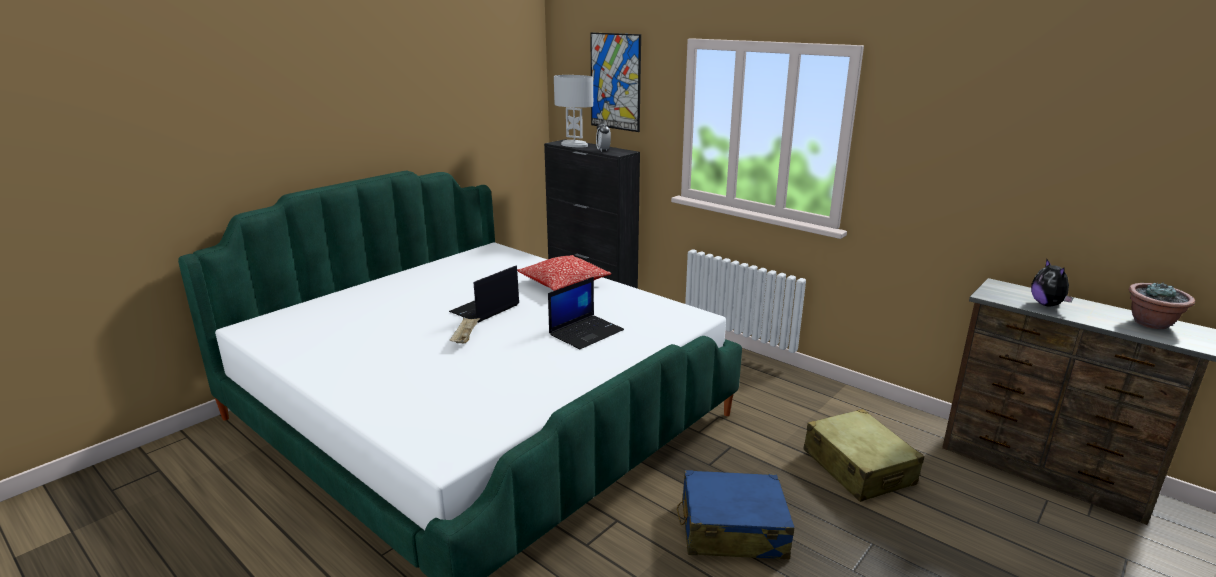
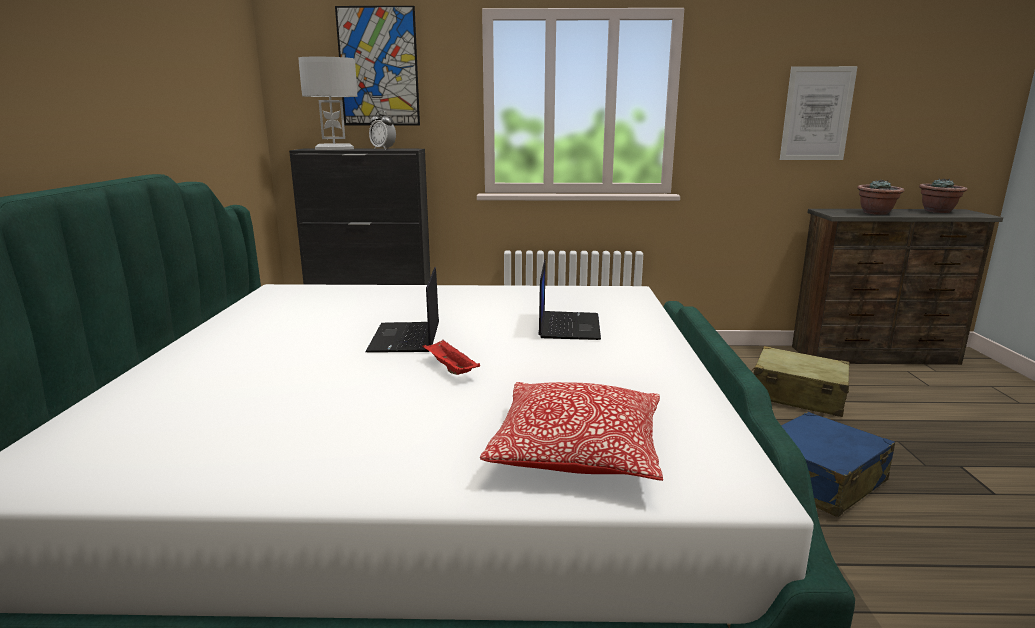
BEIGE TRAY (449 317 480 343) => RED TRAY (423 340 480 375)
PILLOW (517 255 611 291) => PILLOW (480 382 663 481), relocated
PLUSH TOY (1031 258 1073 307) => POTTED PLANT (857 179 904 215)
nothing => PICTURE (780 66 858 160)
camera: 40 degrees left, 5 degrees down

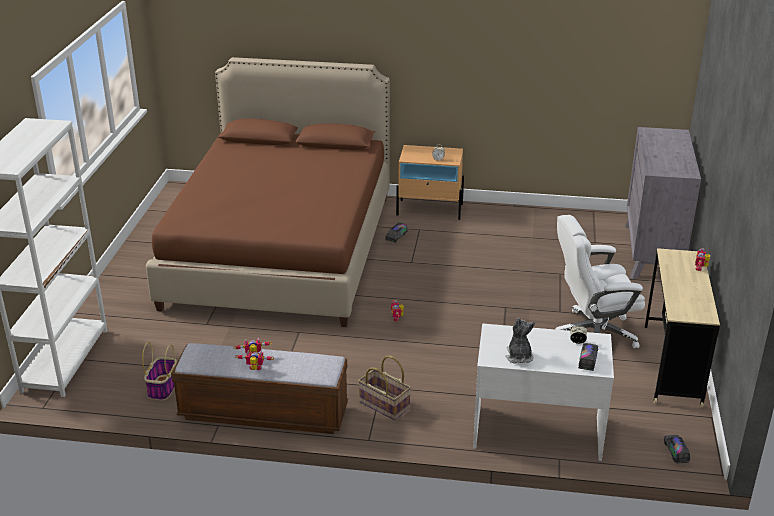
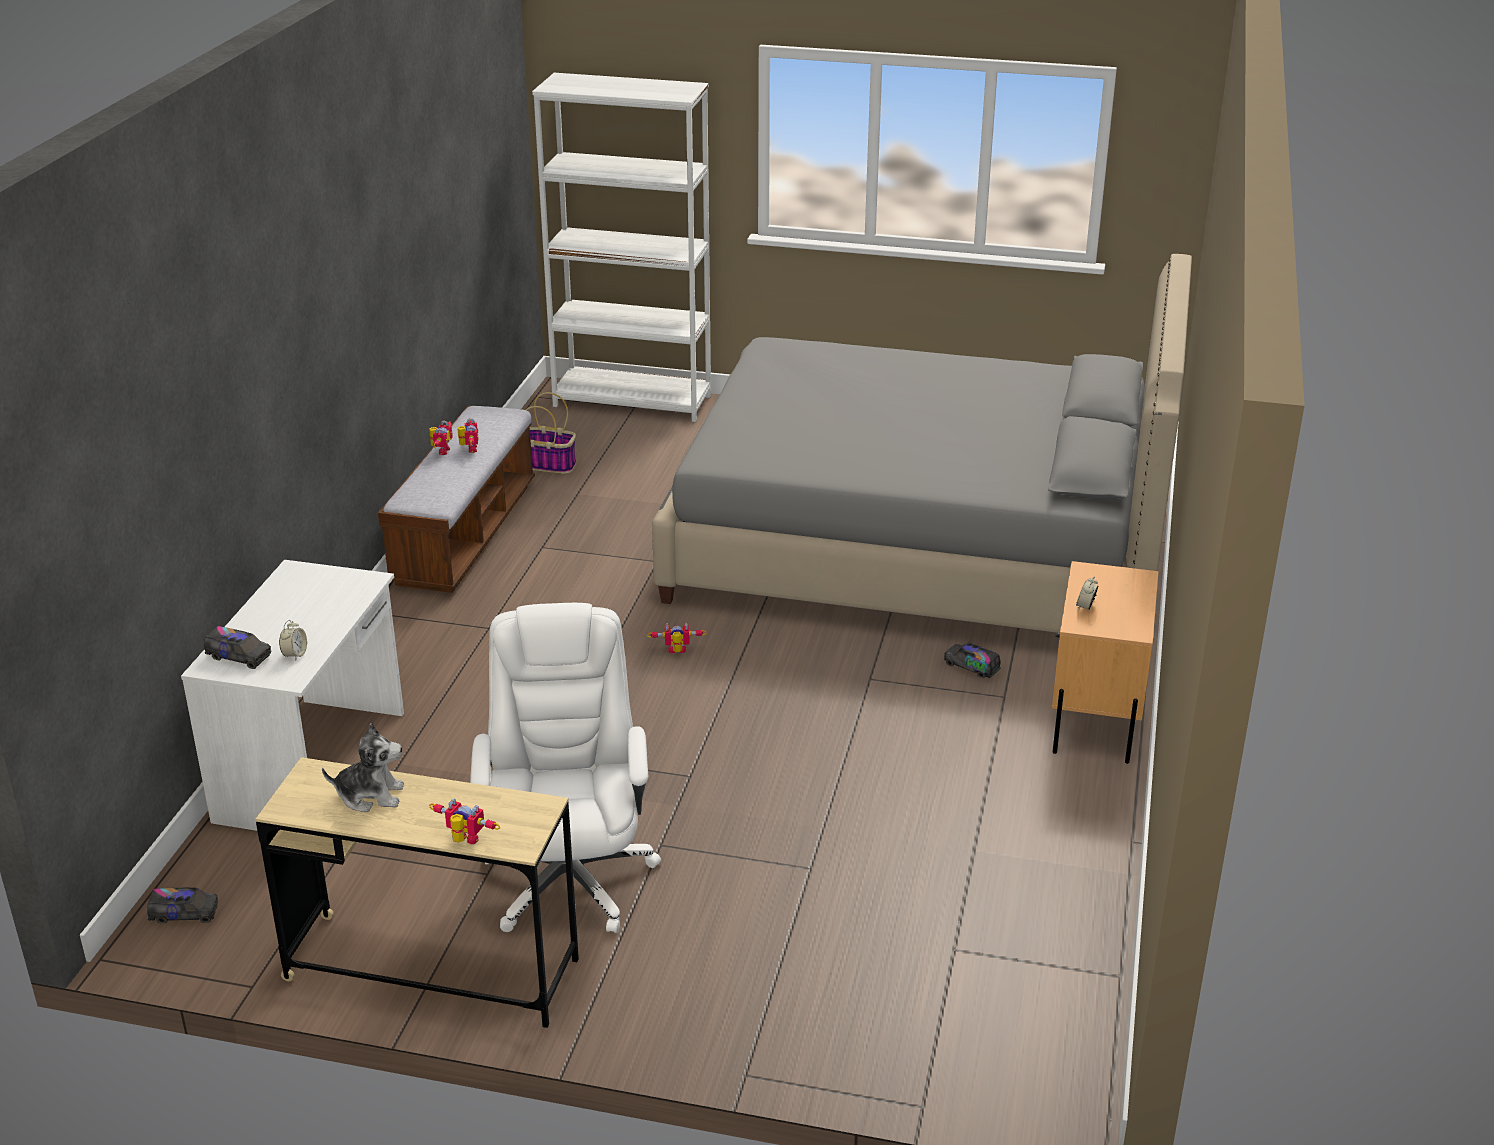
BROWN BED (146 57 390 327) => GREY BED (652 254 1192 633)
BASKET (358 355 411 421) => nothing
PLUSH TOY (505 318 535 363) => PLUSH TOY (322 723 404 812), relocated
GREY DRESSER (625 127 701 279) => nothing
camera: 95 degrees right, 0 degrees up

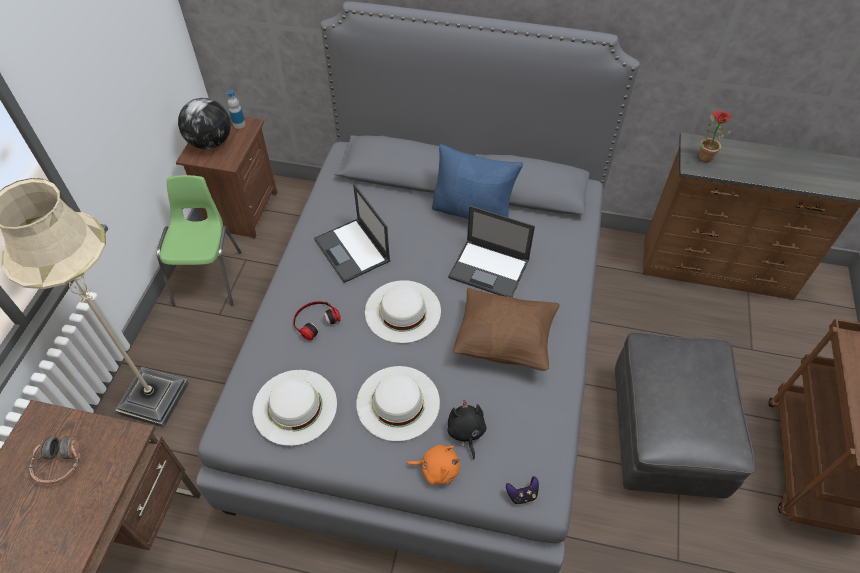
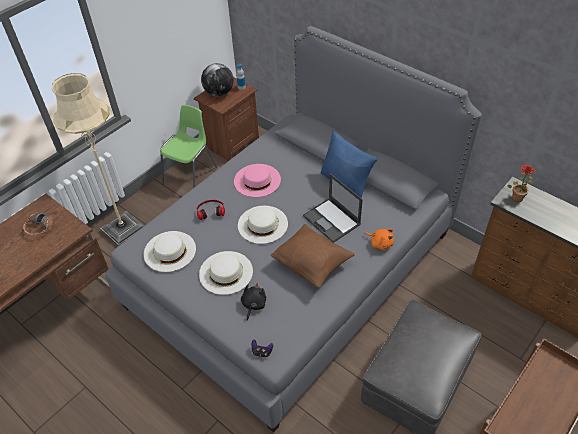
LAPTOP (314 184 390 283) => PINK HAT (234 164 281 197)
ORANGE PLUSH TOY (406 445 460 485) => ORANGE PLUSH TOY (365 229 394 250), relocated
camera: 30 degrees right, 5 degrees down

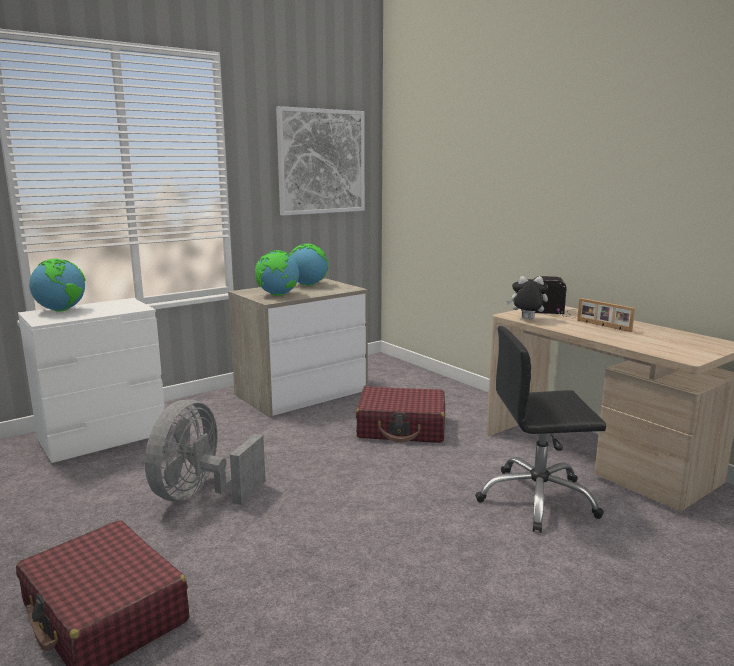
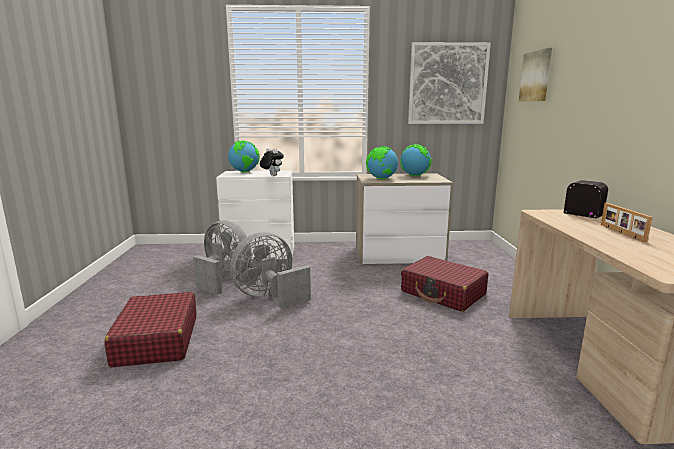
BLACK OFFICE CHAIR (475 326 606 533) => nothing
PLUSH TOY (506 276 548 320) => PLUSH TOY (260 148 284 176), relocated
nothing => GREY FAN (193 220 252 295)
nothing => PICTURE (519 48 552 102)
camera: 35 degrees right, 0 degrees up

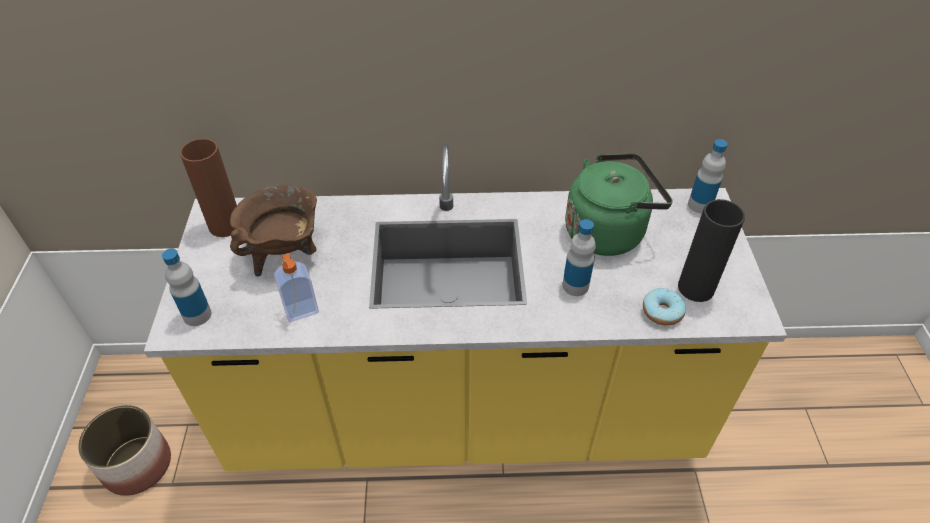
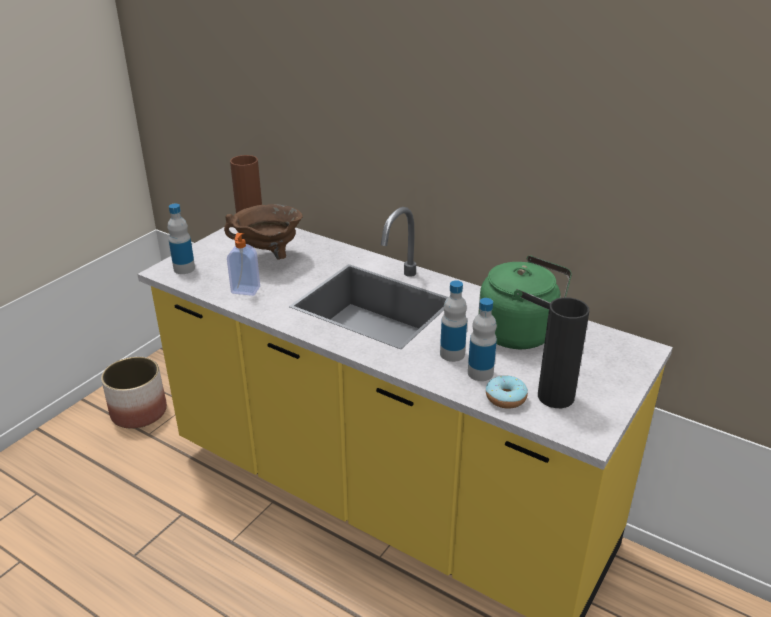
BOTTLE (688 139 728 213) => BOTTLE (468 298 497 381), relocated
camera: 35 degrees right, 15 degrees down

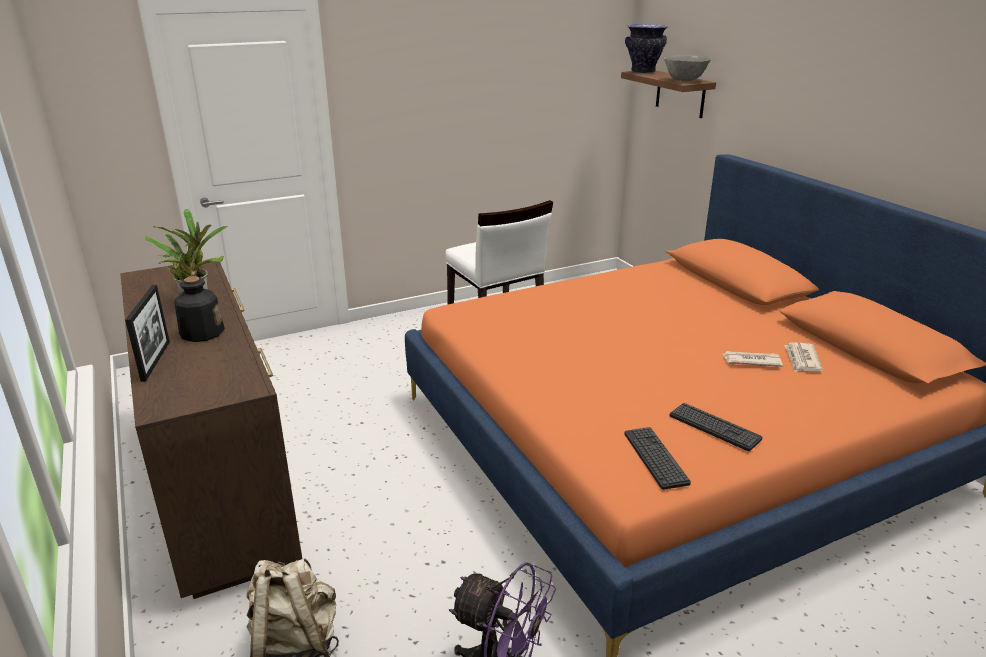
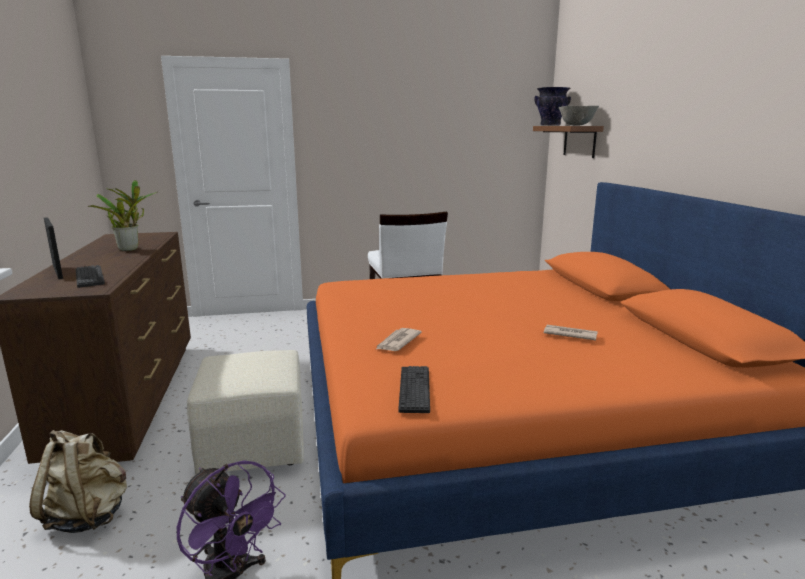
PICTURE FRAME (125 285 170 382) => PICTURE FRAME (44 217 63 279), 45 degrees counterclockwise
BOTTLE (174 276 225 342) => nothing
KEYBOARD (670 403 763 451) => KEYBOARD (76 265 105 288), relocated
NEWSPAPER (784 343 823 372) => NEWSPAPER (375 328 422 351), relocated
nothing => BEIGE OTTOMAN (187 350 304 474)
camera: 15 degrees right, 10 degrees down

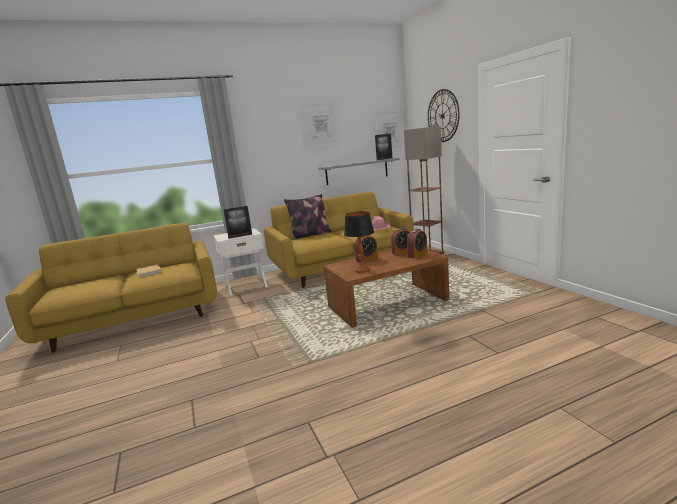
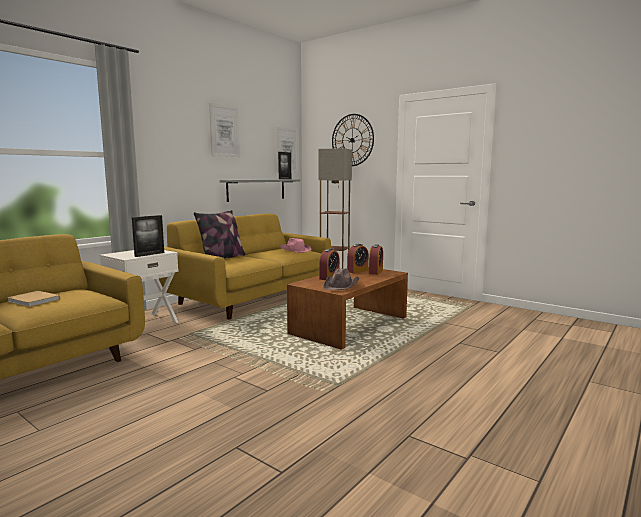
TABLE LAMP (344 211 374 273) => BROWN HAT (323 269 359 290)
camera: 30 degrees left, 5 degrees down

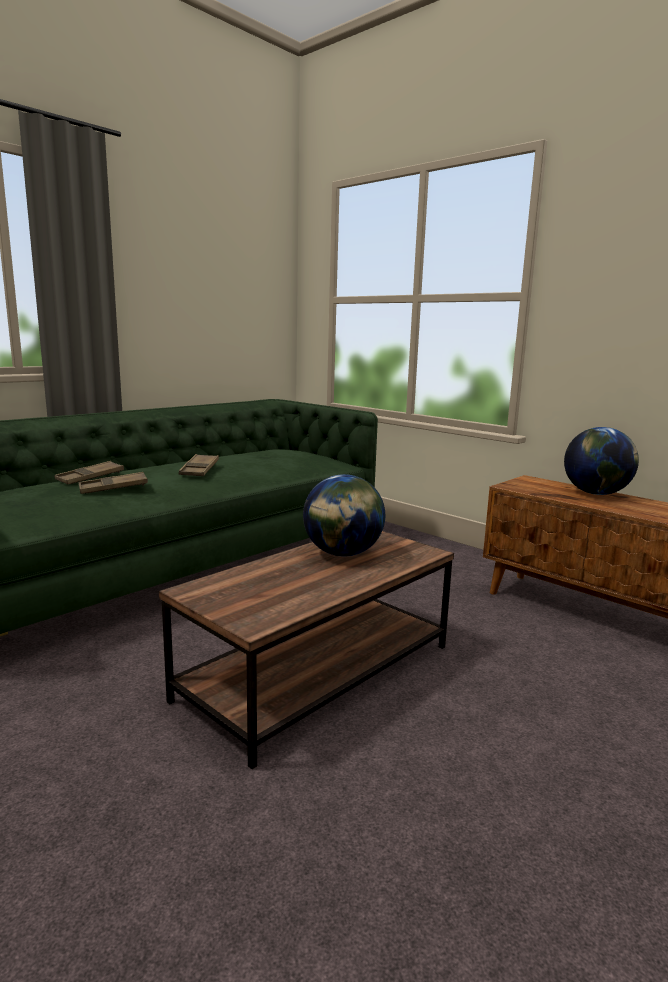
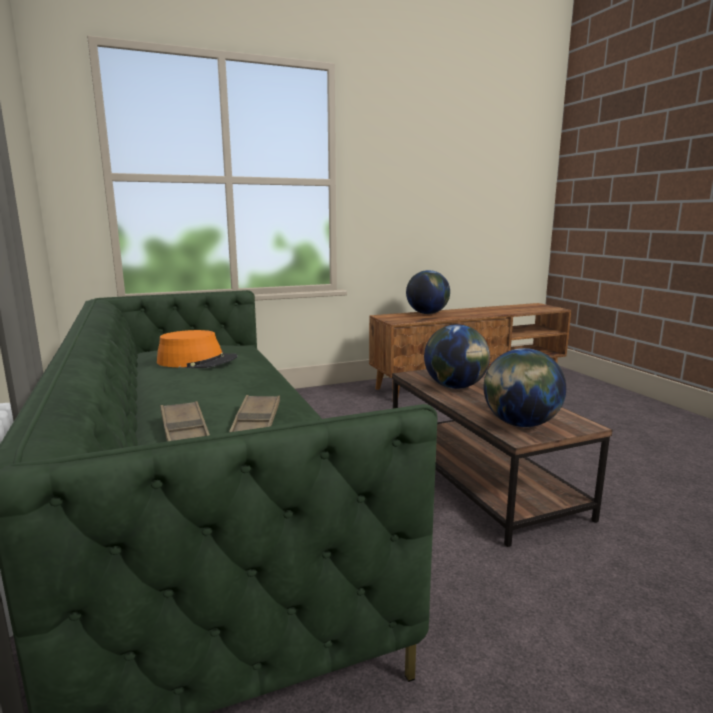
BROWN TRAY (179 454 219 476) => nothing
nothing => ORANGE HAT (157 330 238 368)
nothing => GLOBE (483 348 566 427)
camera: 65 degrees left, 0 degrees up

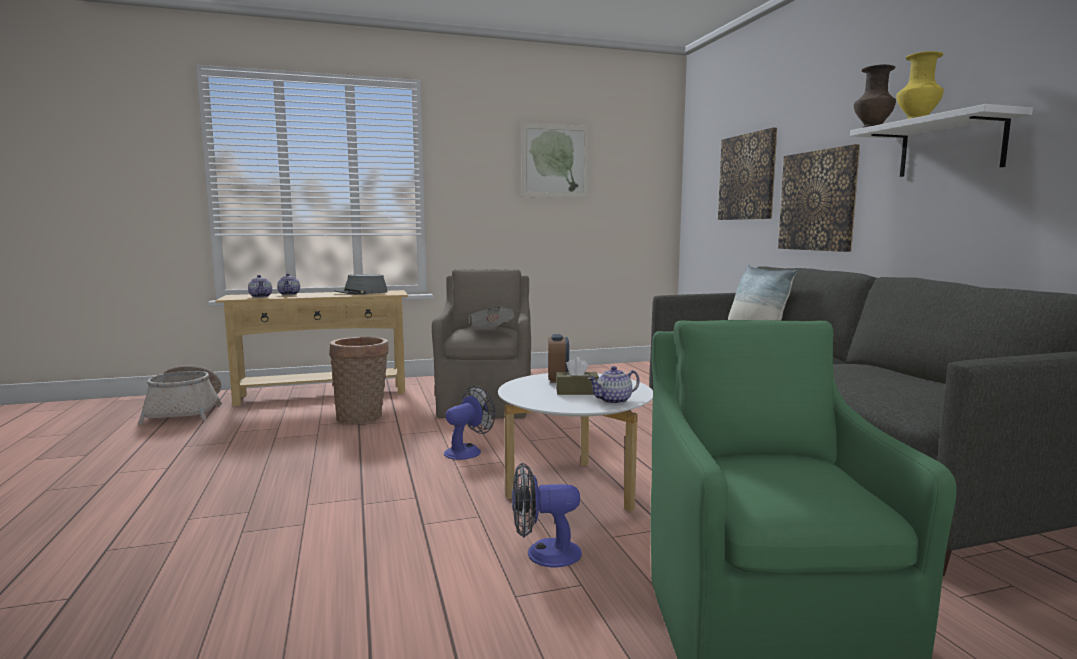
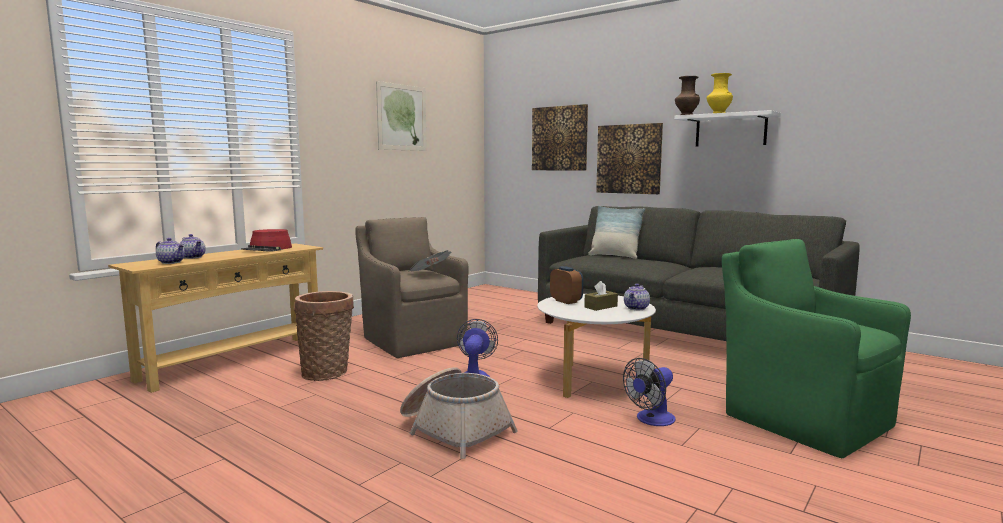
BASKET (138 365 222 425) => BASKET (400 367 518 459), relocated
GREY HAT (334 274 388 295) => RED HAT (241 229 292 252)
camera: 35 degrees left, 0 degrees up

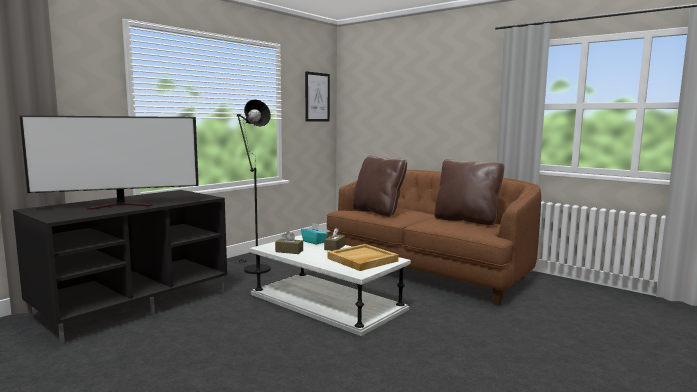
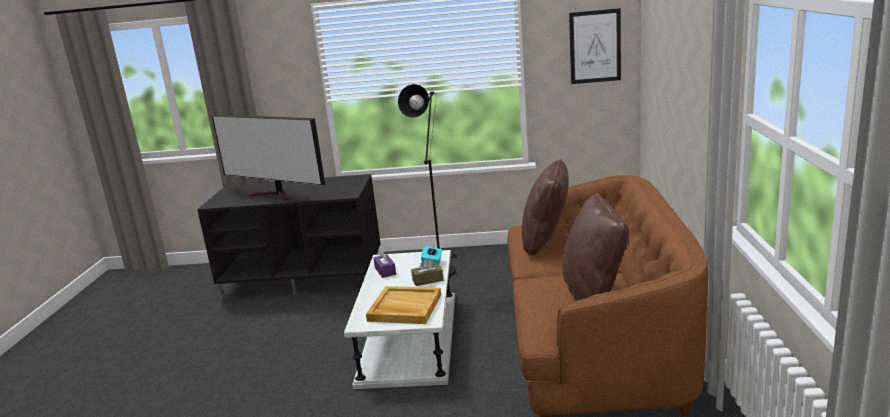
BROWN TISSUE BOX (275 231 303 254) => PURPLE TISSUE BOX (374 250 396 278)
camera: 55 degrees right, 10 degrees up

